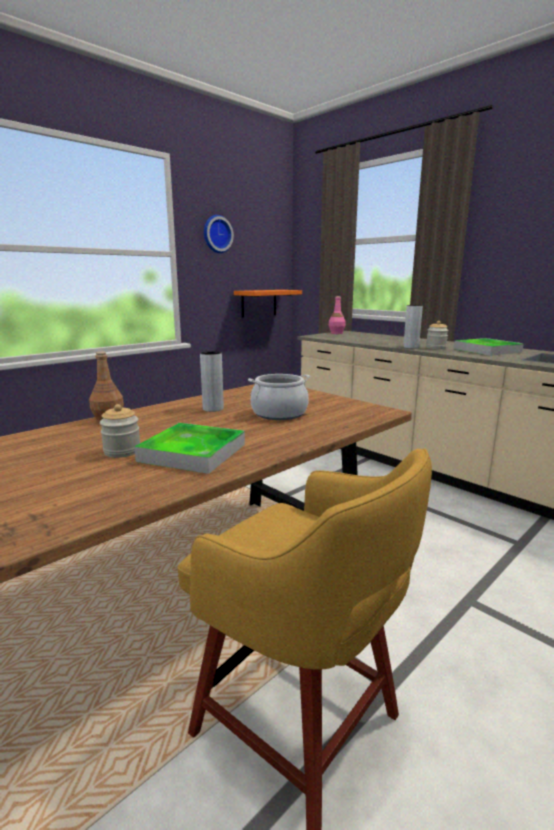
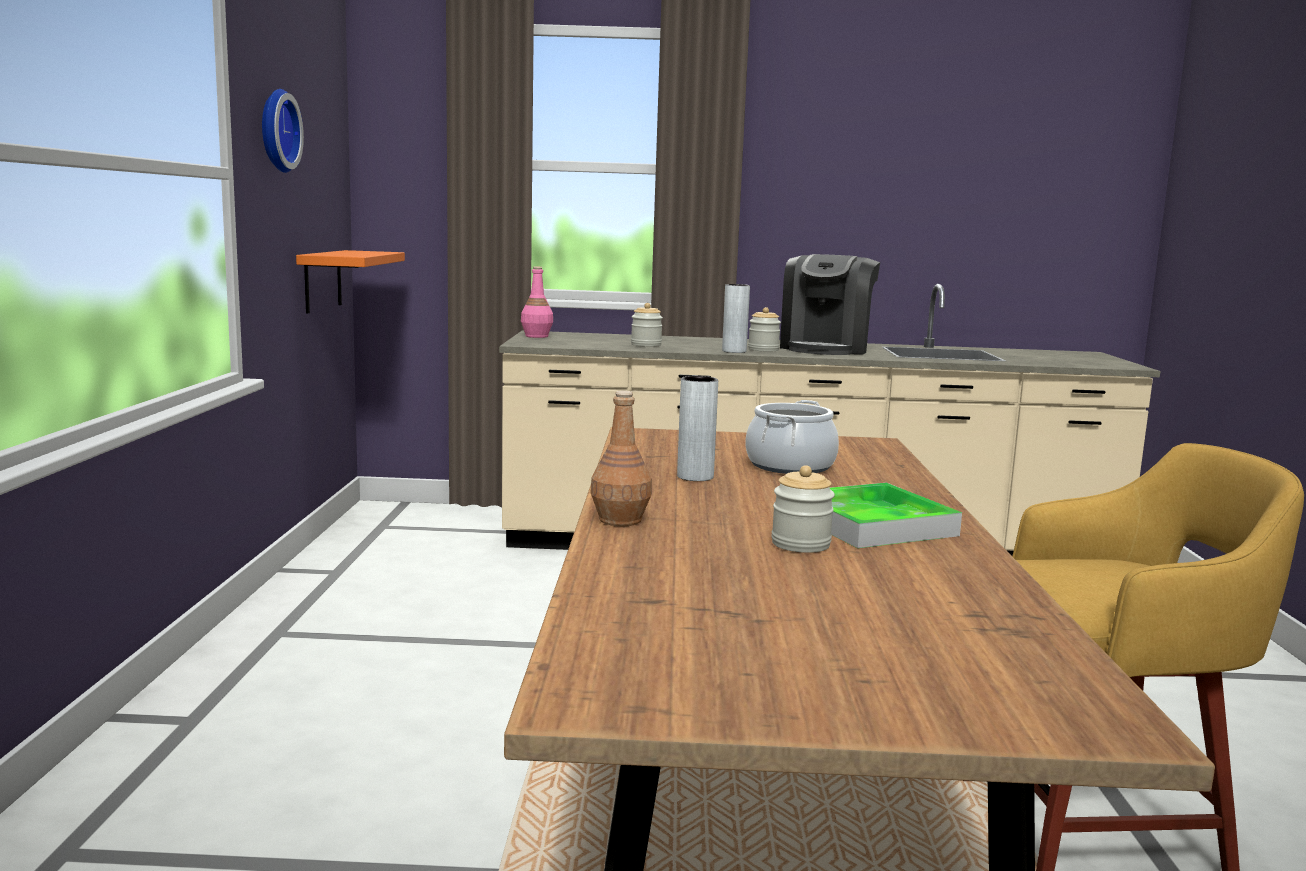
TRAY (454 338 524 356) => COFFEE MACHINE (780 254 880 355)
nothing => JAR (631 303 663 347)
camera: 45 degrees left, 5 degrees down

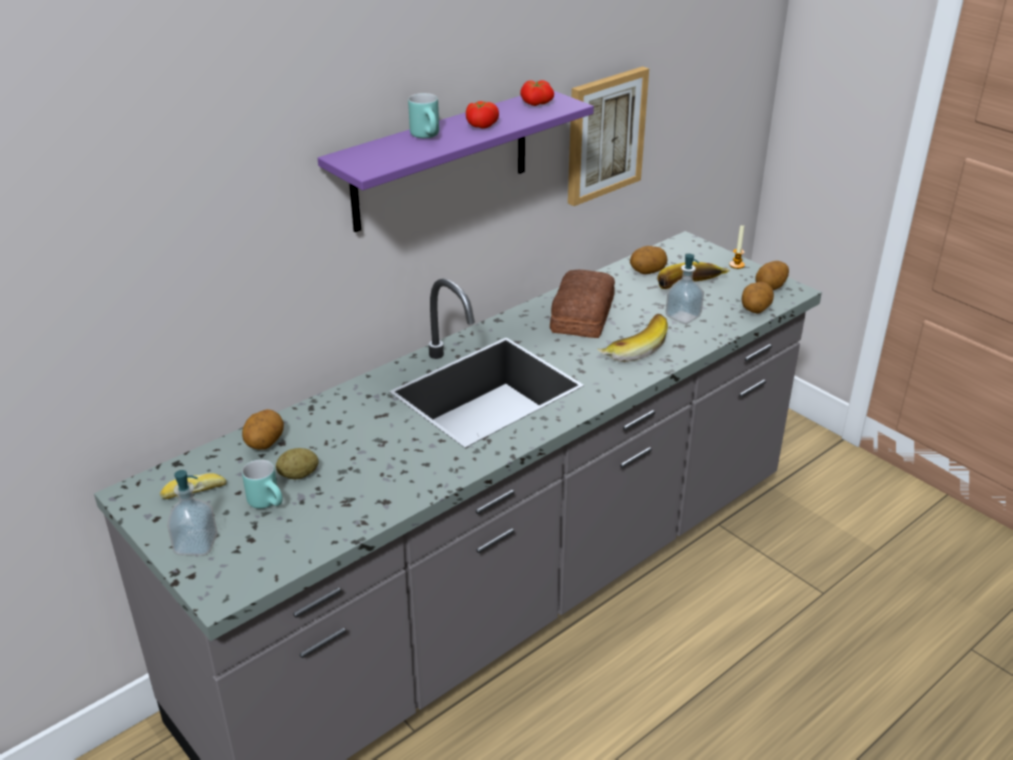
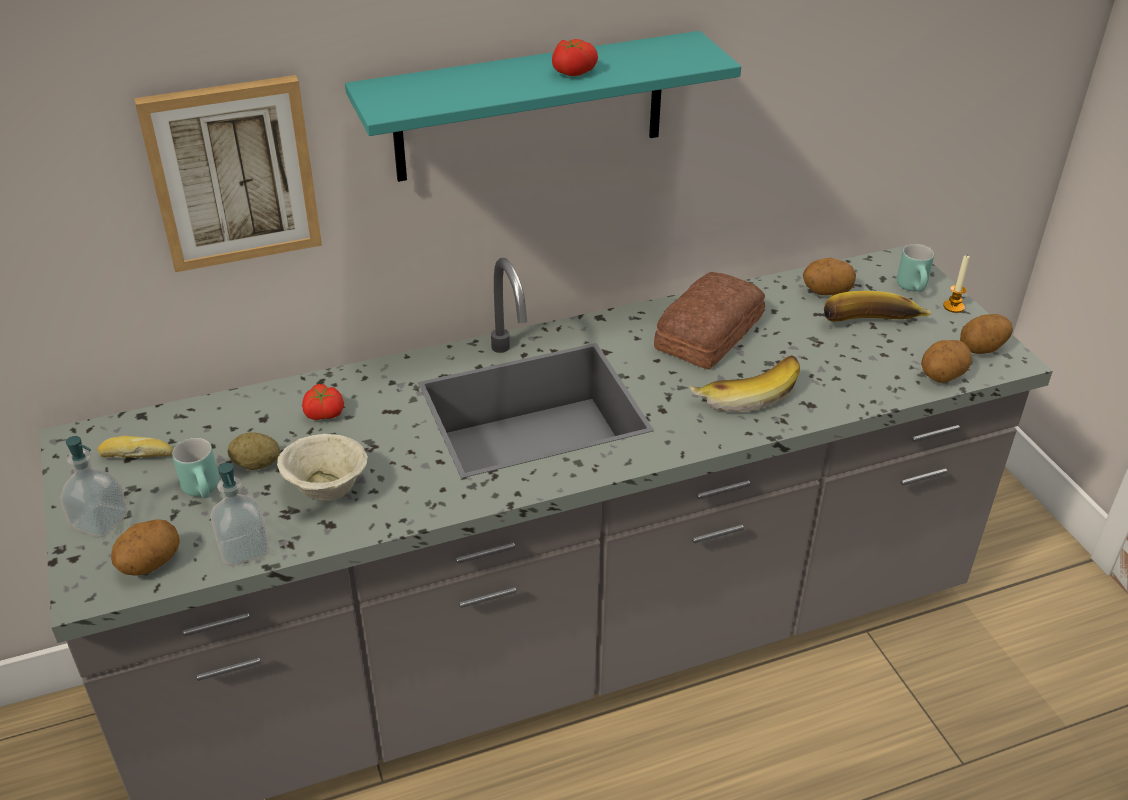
POTATO (242 409 284 450) => POTATO (111 519 180 576), relocated
PURPLE SHELF (317 91 594 232) => TURQUOISE SHELF (345 31 741 182)
TURQUOISE MUG (408 93 439 138) => TURQUOISE MUG (897 244 934 292), relocated
TOMATO (520 80 554 106) => TOMATO (302 384 344 420), relocated
PICTURE (568 66 649 206) => PICTURE (134 75 322 272), relocated
SOAP DISPENSER (666 254 704 324) => SOAP DISPENSER (210 463 270 566), relocated
nothing => BEIGE BOWL (277 434 368 501)
camera: 20 degrees right, 5 degrees up

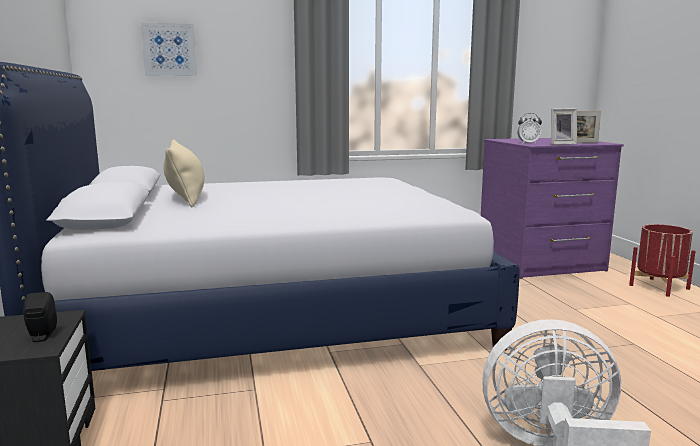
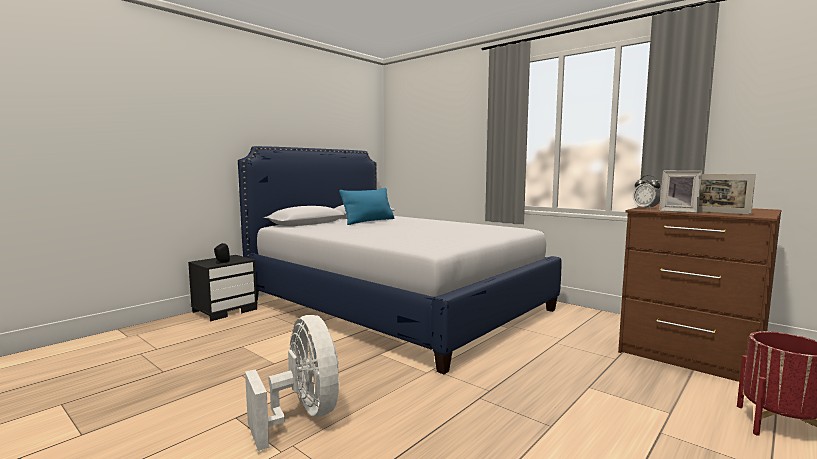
PICTURE (141 22 197 76) => nothing
BEIGE PILLOW (163 139 205 207) => BLUE PILLOW (339 188 394 225)
PURPLE DRESSER (481 138 624 279) => BROWN DRESSER (618 204 782 382)
camera: 55 degrees right, 5 degrees down

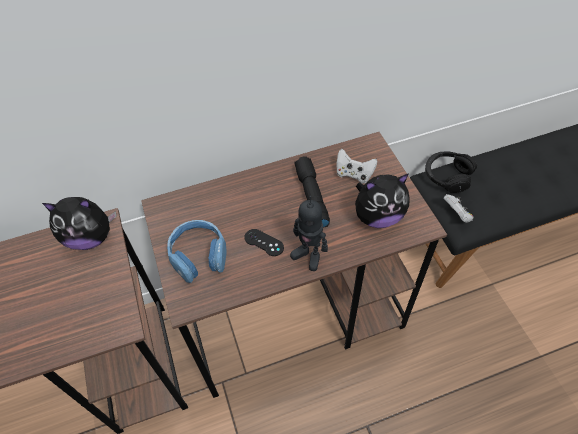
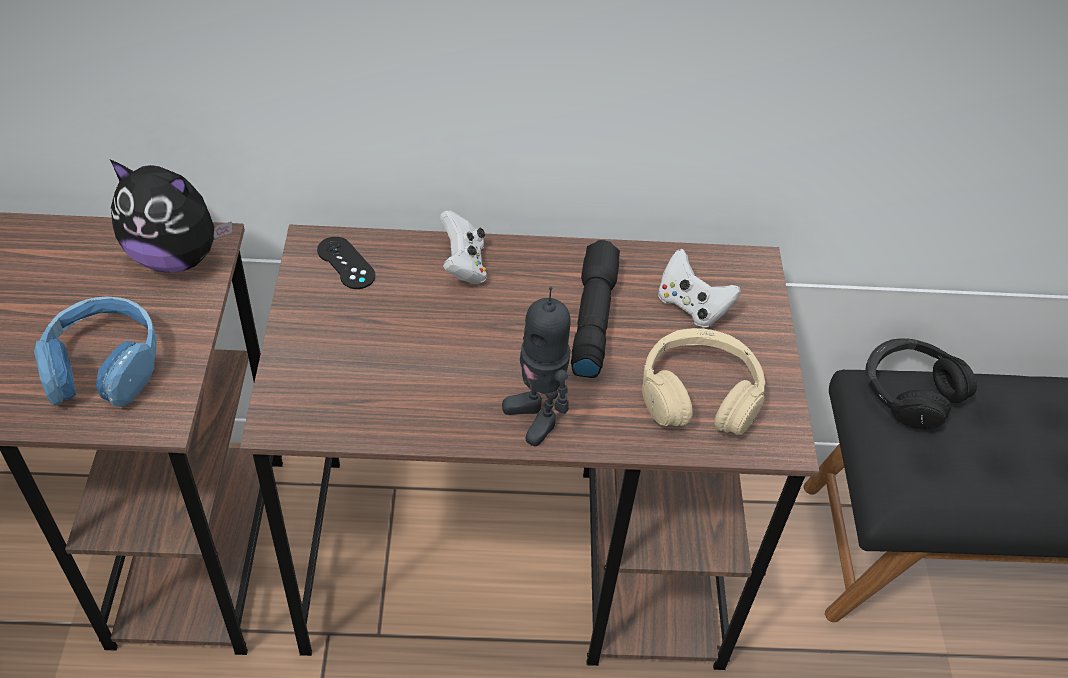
BLUE HEADPHONES (167 220 227 283) => BLUE HEADPHONES (34 296 157 407), relocated
BLACK GAME CONTROLLER (244 229 284 256) => BLACK GAME CONTROLLER (317 237 376 289), relocated
PLUSH TOY (355 173 409 228) => BEIGE HEADPHONES (642 328 765 435)
WHITE GAME CONTROLLER (443 194 474 223) => WHITE GAME CONTROLLER (440 210 487 284), relocated
camera: 15 degrees right, 5 degrees down

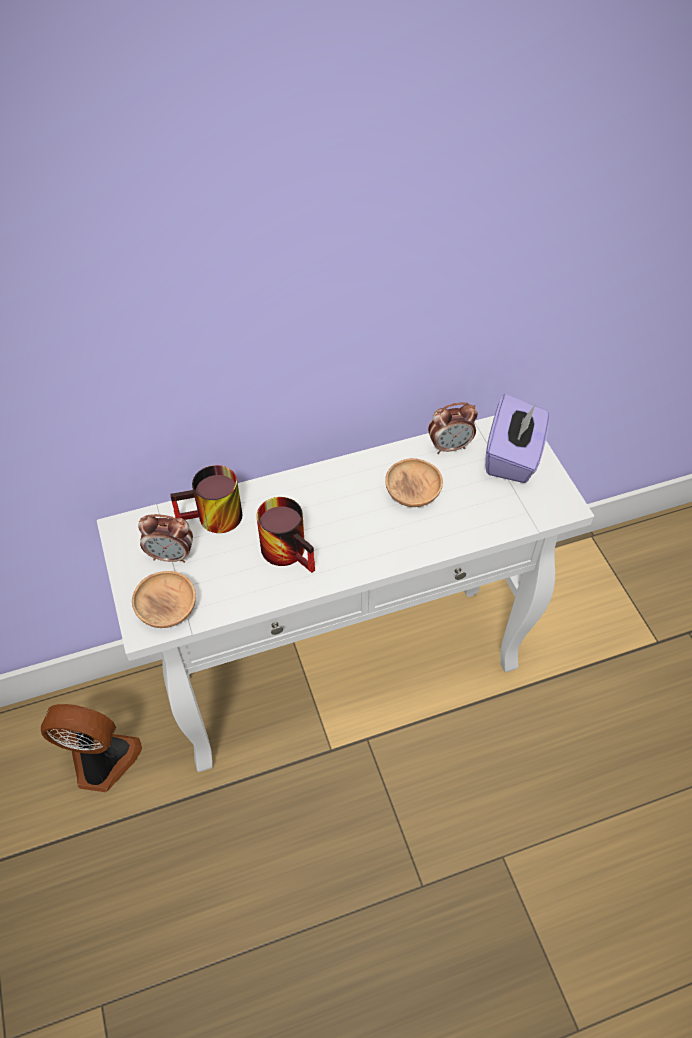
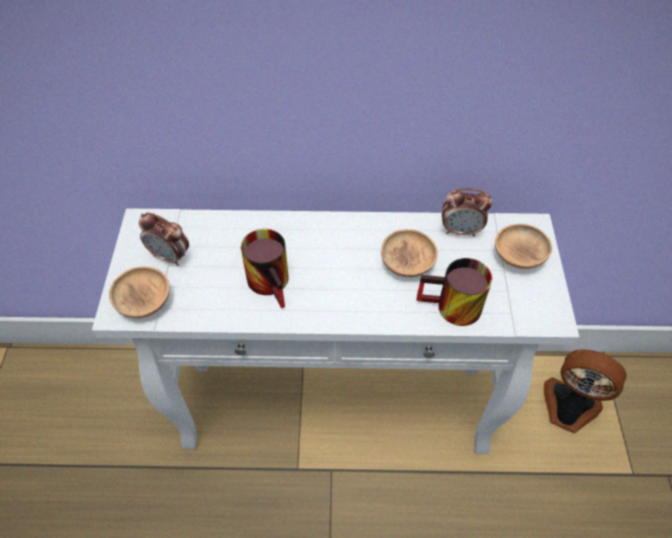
FAN (41 704 142 792) => FAN (544 349 627 433), relocated
MUG (170 465 242 533) => MUG (416 258 492 326), relocated
PURPLE TISSUE BOX (485 394 549 483) => BROWN BOWL (495 224 552 269)
camera: 20 degrees right, 0 degrees up

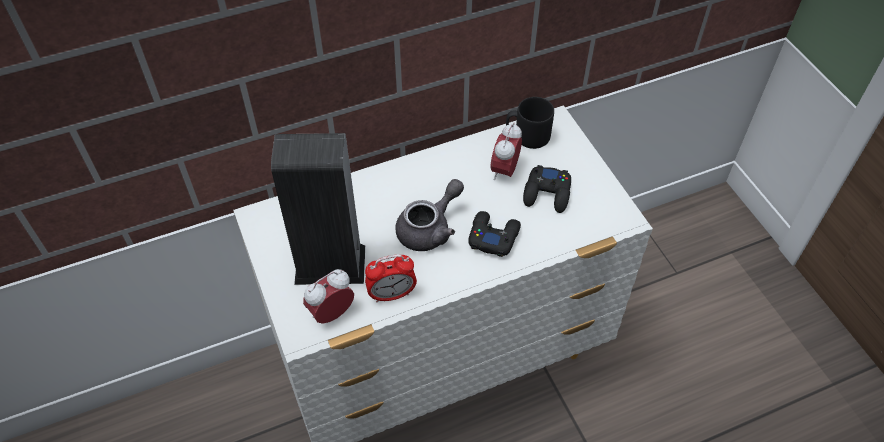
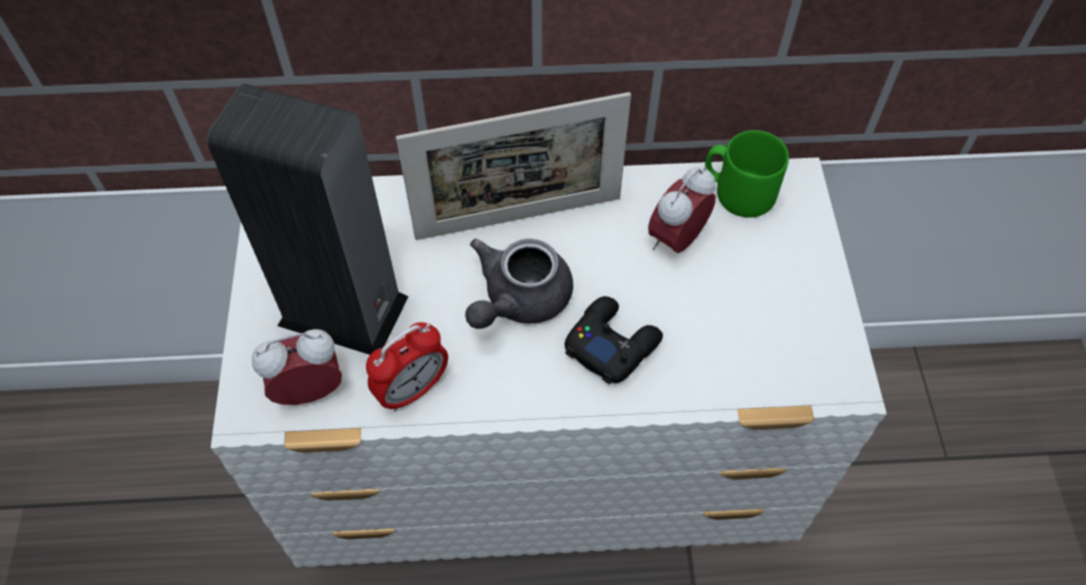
ALARM CLOCK (365 255 417 302) => ALARM CLOCK (366 322 448 412), 45 degrees counterclockwise
GREY TEAPOT (395 179 464 251) => GREY TEAPOT (465 239 573 329), 150 degrees clockwise
BLACK MUG (506 97 554 149) => GREEN MUG (705 130 789 218)
BLACK GAME CONTROLLER (523 165 571 213) => nothing
nothing => PICTURE FRAME (396 92 631 240)
camera: 20 degrees right, 5 degrees up

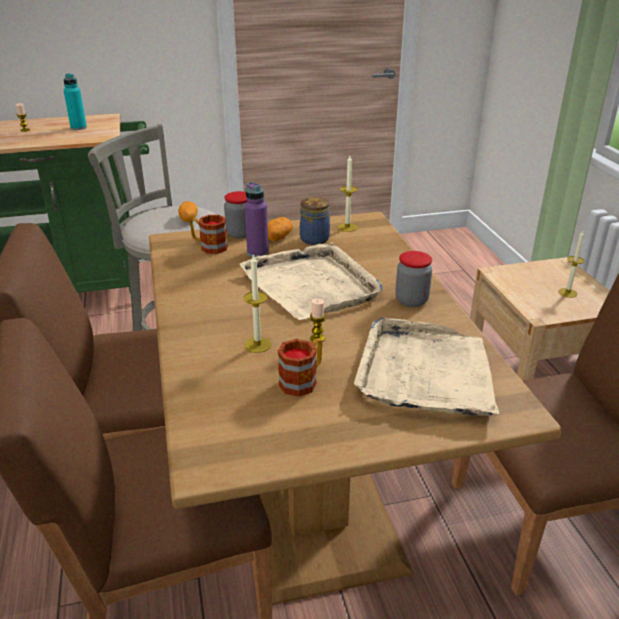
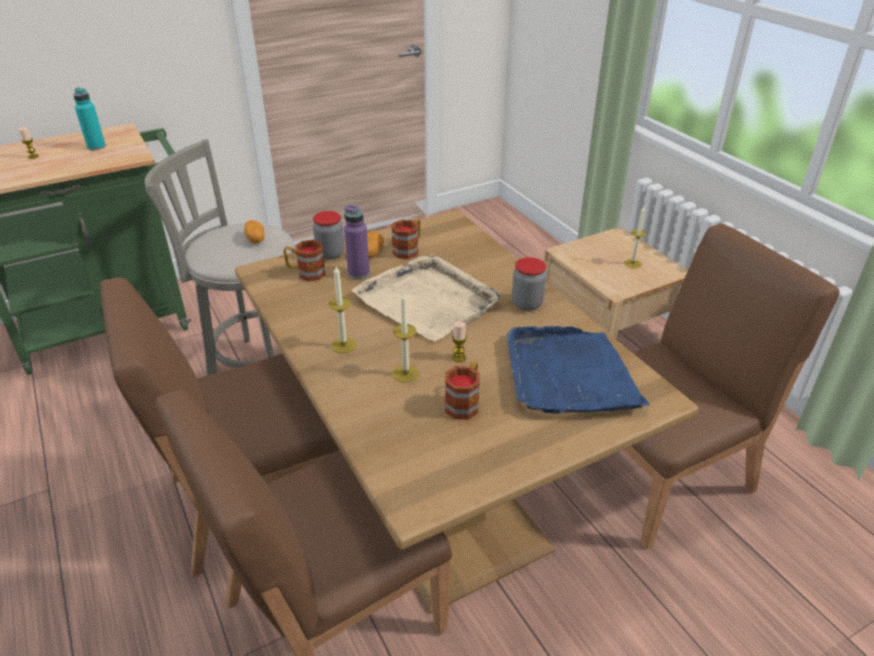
JAR (300 197 330 245) => MUG (391 219 421 259)
CANDLE (338 156 358 232) => CANDLE (329 266 357 353), relocated
BEIGE TRAY (354 318 499 416) => BLUE TRAY (507 326 650 414)
camera: 15 degrees left, 5 degrees up

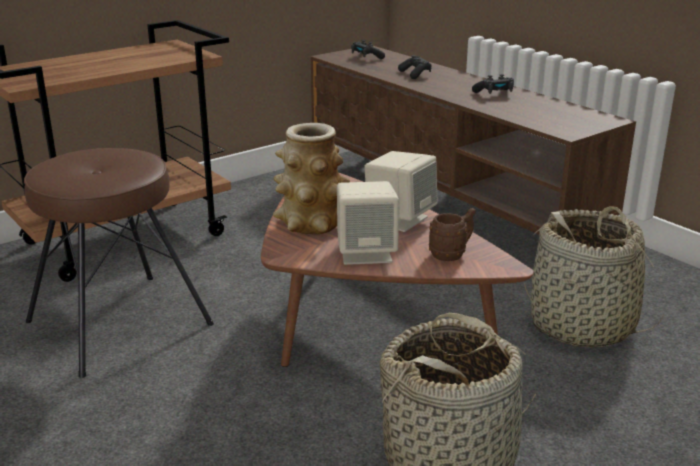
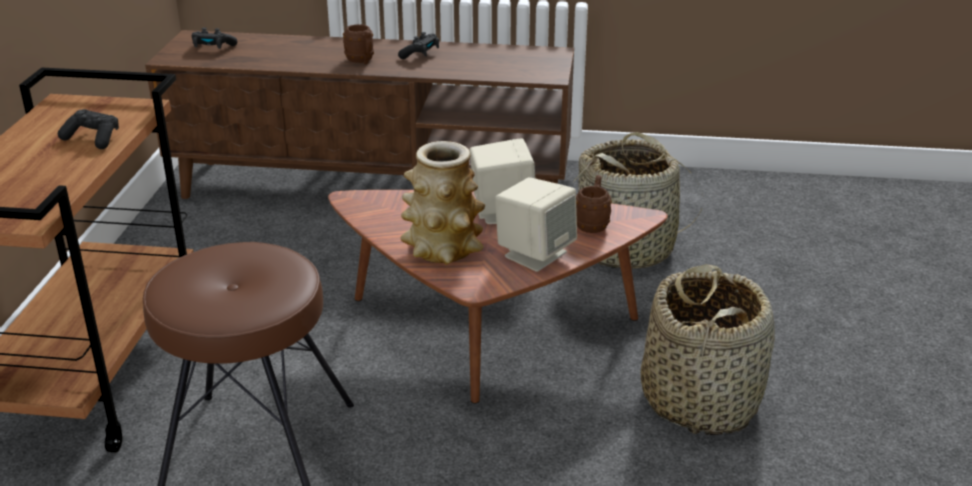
BLACK GAME CONTROLLER (398 55 432 79) => BLACK GAME CONTROLLER (58 109 119 149), relocated
nothing => BROWN MUG (343 24 374 64)
camera: 45 degrees left, 5 degrees up

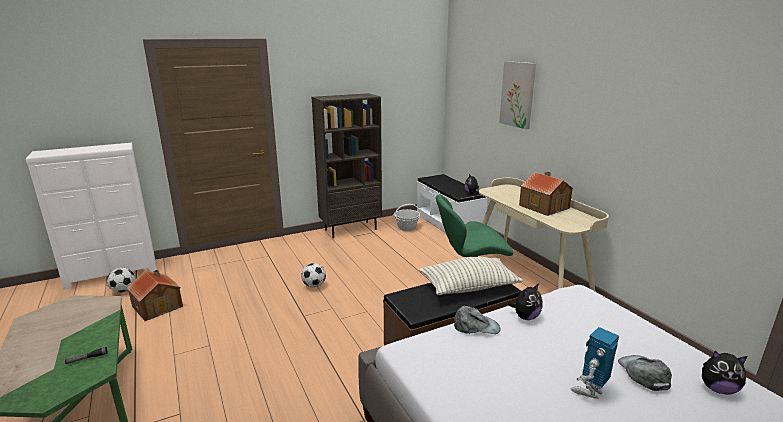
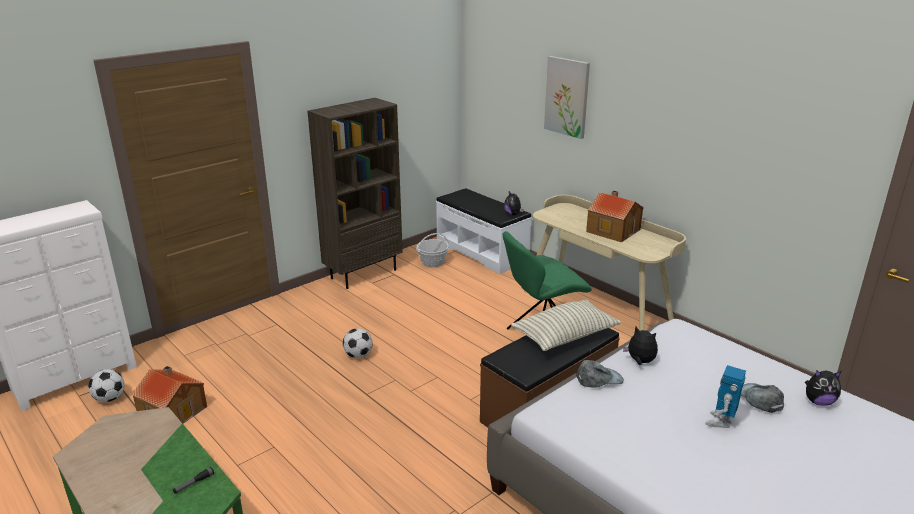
PLUSH TOY (508 283 543 320) => PLUSH TOY (623 326 658 365), 90 degrees counterclockwise
camera: 15 degrees left, 5 degrees up

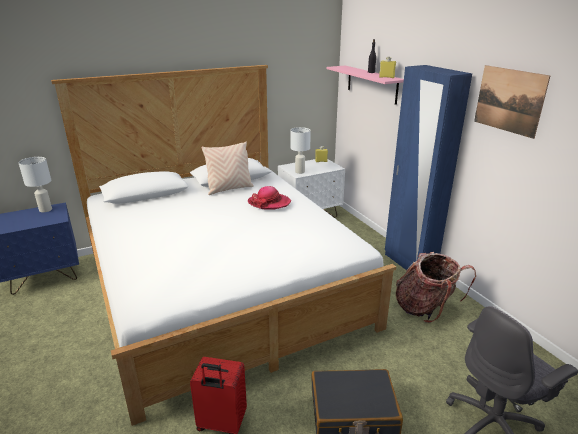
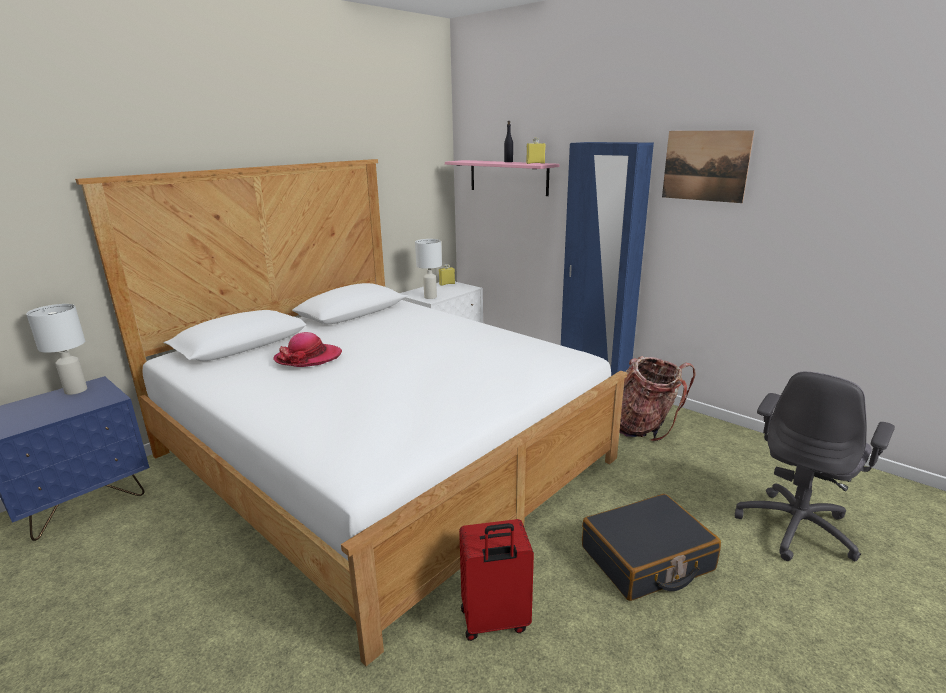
BEIGE PILLOW (201 142 254 195) => nothing
HAT (248 186 291 209) => HAT (273 332 342 367), relocated
camera: 20 degrees left, 5 degrees down

